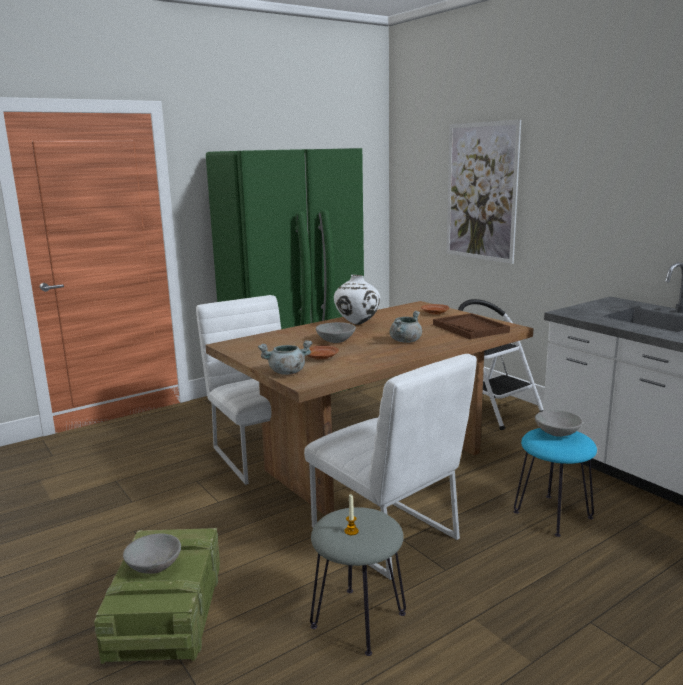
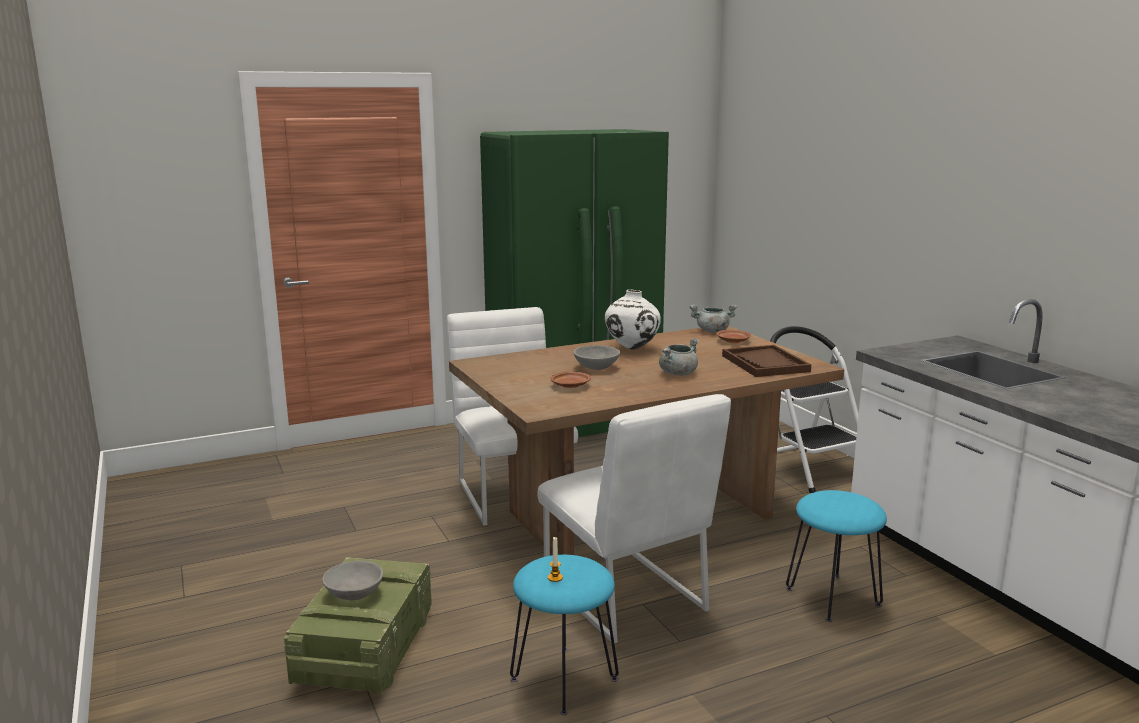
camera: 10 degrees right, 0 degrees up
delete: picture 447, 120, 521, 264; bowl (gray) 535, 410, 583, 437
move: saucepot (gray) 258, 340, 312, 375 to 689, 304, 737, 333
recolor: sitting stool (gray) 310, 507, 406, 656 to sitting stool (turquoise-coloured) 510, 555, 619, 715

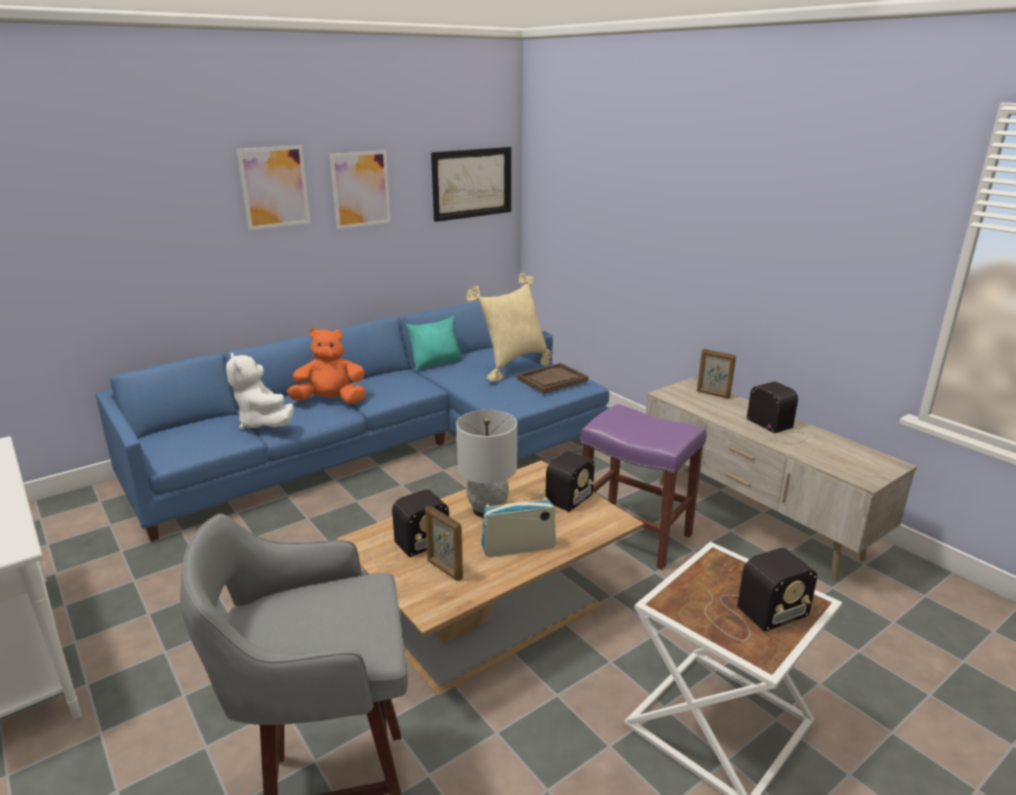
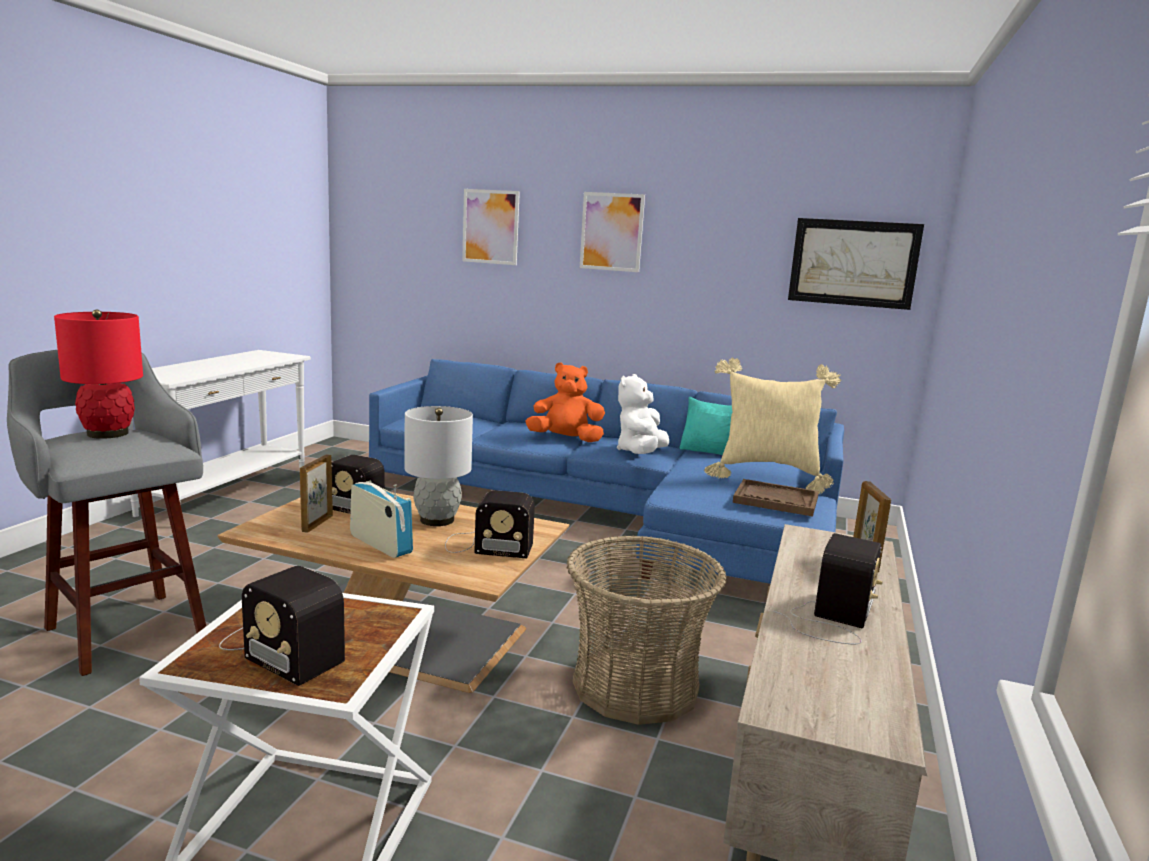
camera: 55 degrees right, 10 degrees down
insert: lamp for a table (red) 54, 310, 143, 439
move: picture 330, 150, 391, 229 to 462, 189, 520, 265; soft toy (whitish) 226, 352, 294, 430 to 617, 374, 669, 454
replace: sitting stool (purplish) 581, 404, 707, 570 to storage basket 567, 535, 727, 725
rotate: soft toy (orange) 287, 328, 366, 404 = 525, 363, 605, 442 45 degrees counterclockwise

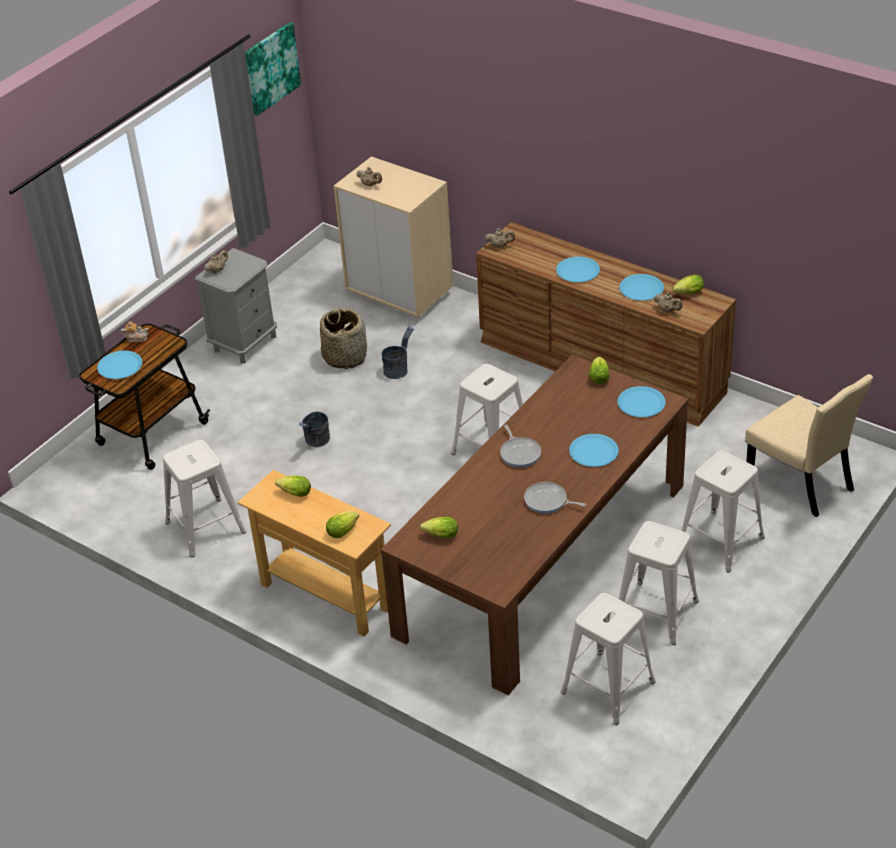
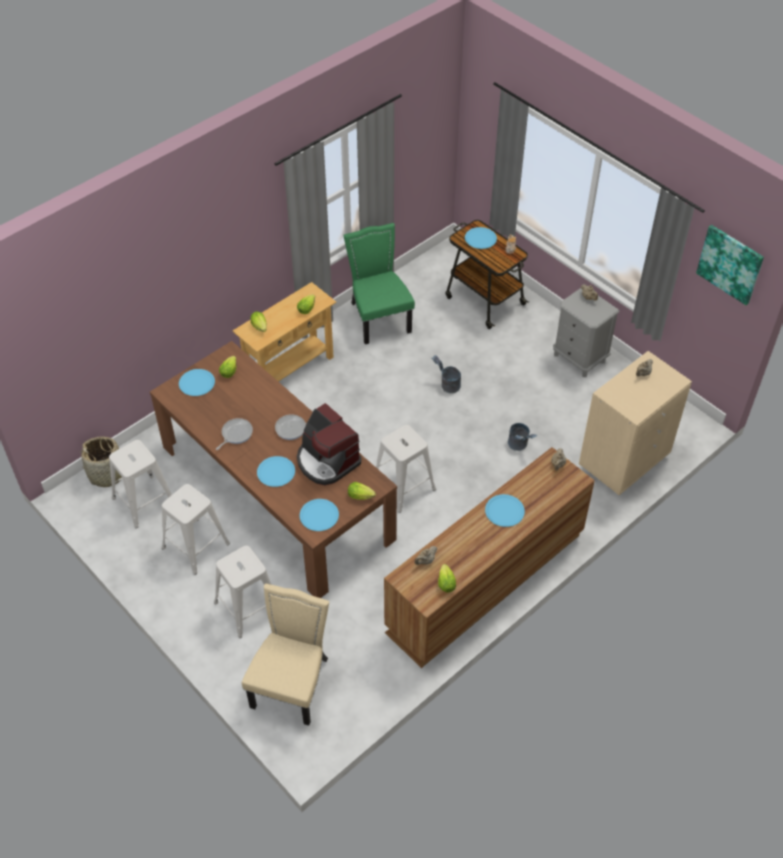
camera: 100 degrees right, 10 degrees up
insert: coffee brewer 297, 403, 361, 485
move: dinner plate (blue-coloured) 619, 274, 664, 301 to 179, 369, 215, 396; storage basket 320, 308, 367, 369 to 79, 436, 122, 487
replace: sitting stool (whitish) 163, 440, 246, 557 to upright chair (green) 343, 223, 415, 344
rotate: upright chair (beige-coloured) 745, 374, 873, 517 = 242, 584, 329, 726 135 degrees clockwise

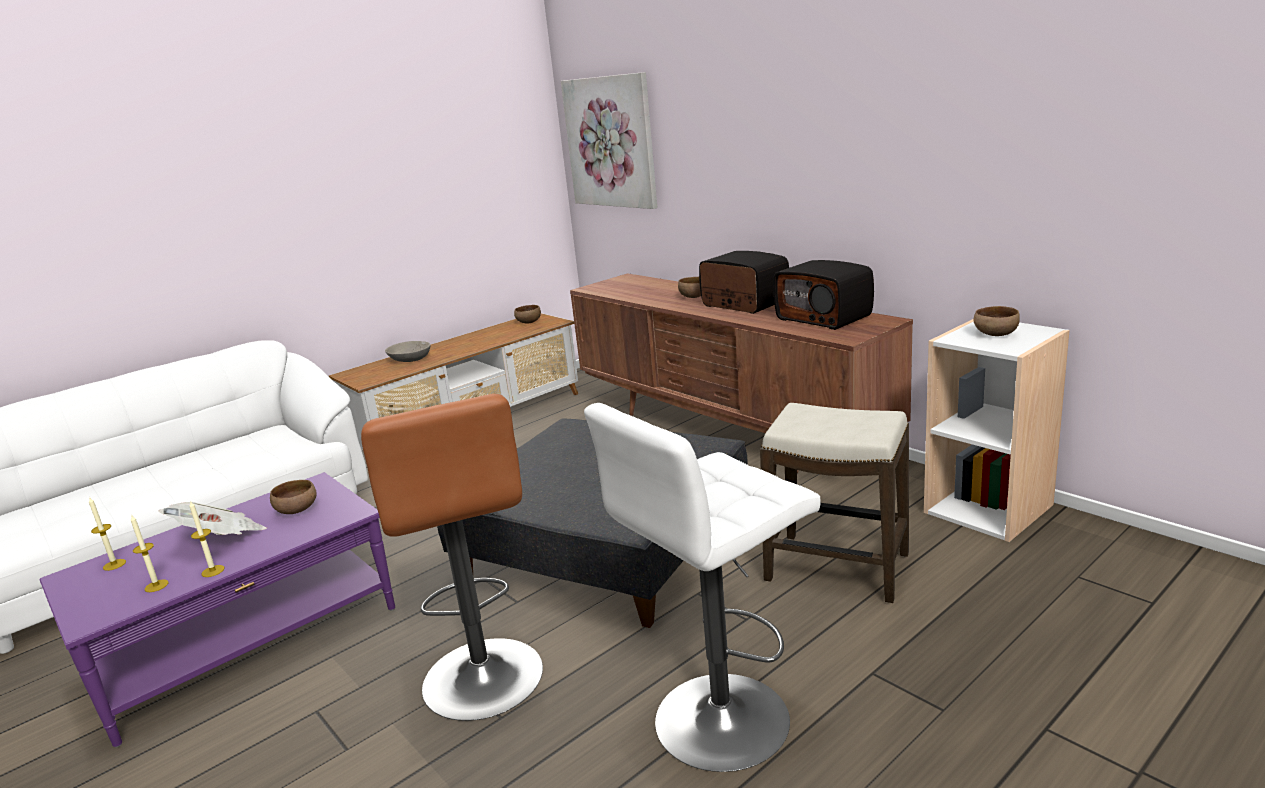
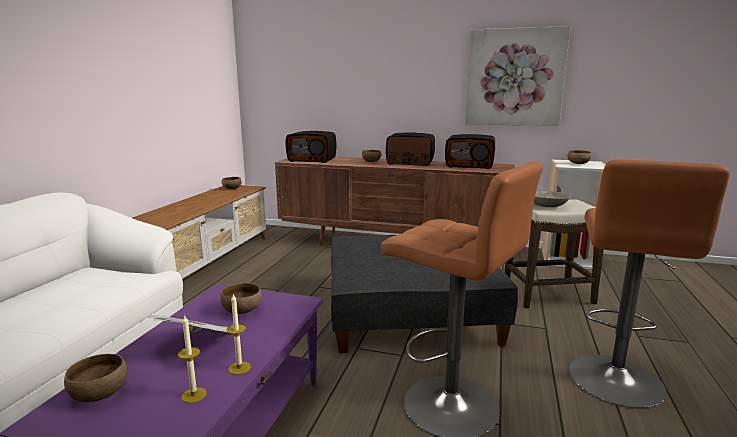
camera: 35 degrees left, 5 degrees down
insert: radio 286, 131, 337, 163
move: picture 561, 72, 658, 209 to 465, 26, 571, 126; bowl (gray) 385, 341, 430, 362 to 534, 191, 570, 207
replace: candle 89, 498, 126, 571 to bowl (brownish) 64, 354, 128, 402
recolor: sitting stool (whitish) 584, 403, 820, 772 to sitting stool (brownish) 569, 159, 730, 408

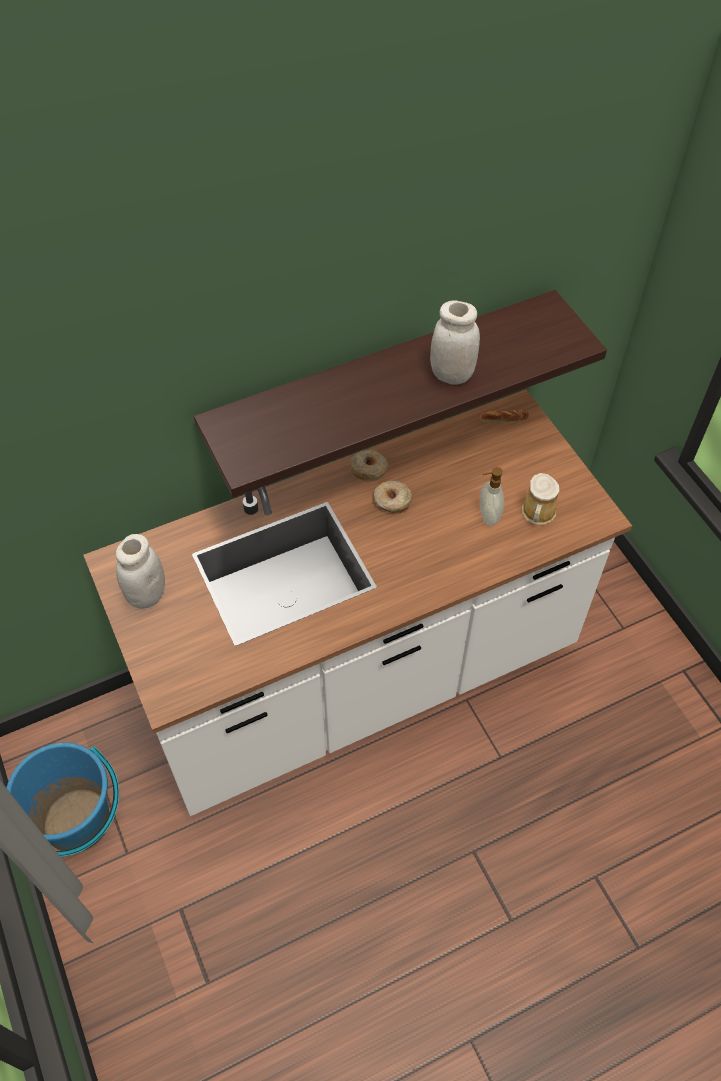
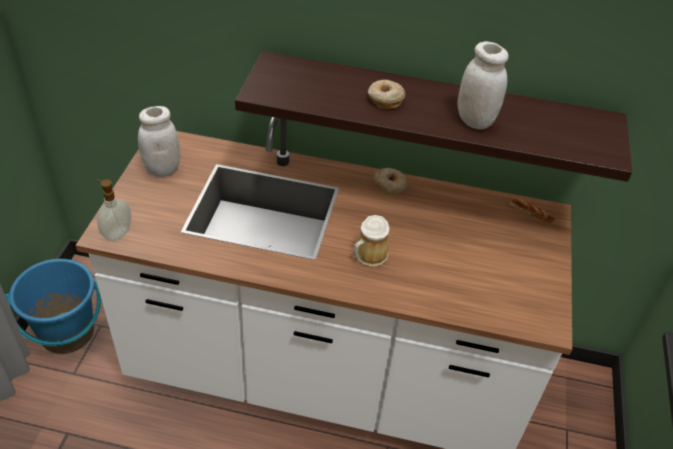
camera: 35 degrees right, 10 degrees down
move: liquid soap bottle 480, 467, 504, 526 to 96, 179, 131, 241; mug 522, 473, 559, 525 to 353, 215, 390, 267; donut 374, 481, 413, 514 to 368, 80, 405, 109

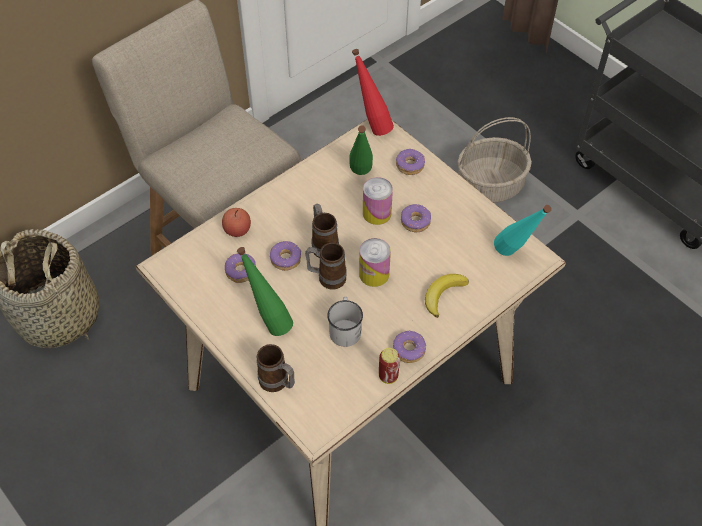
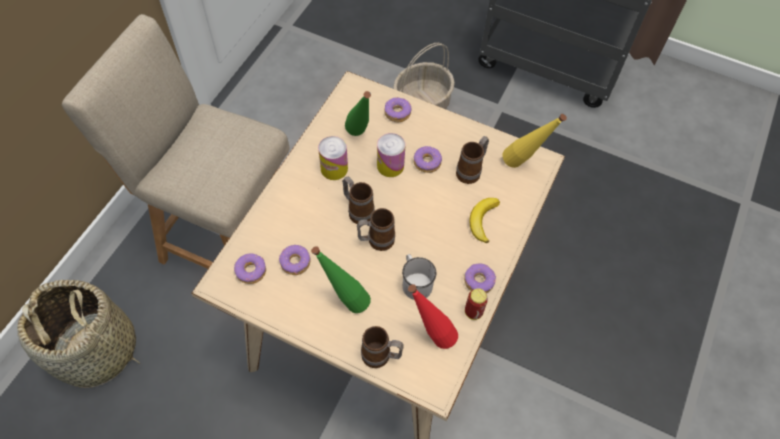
camera: 25 degrees left, 5 degrees up
delete: apple fruit 222, 208, 251, 237
insert: mug 456, 136, 489, 184
move: drink bottle (red) 352, 49, 394, 136 to 408, 284, 458, 349; sealed can 359, 238, 391, 287 to 318, 136, 348, 180; donut 270, 241, 301, 271 to 234, 253, 266, 284
recolor: drink bottle (turquoise-coloured) 494, 205, 552, 256 to drink bottle (yellowish) 503, 114, 567, 168

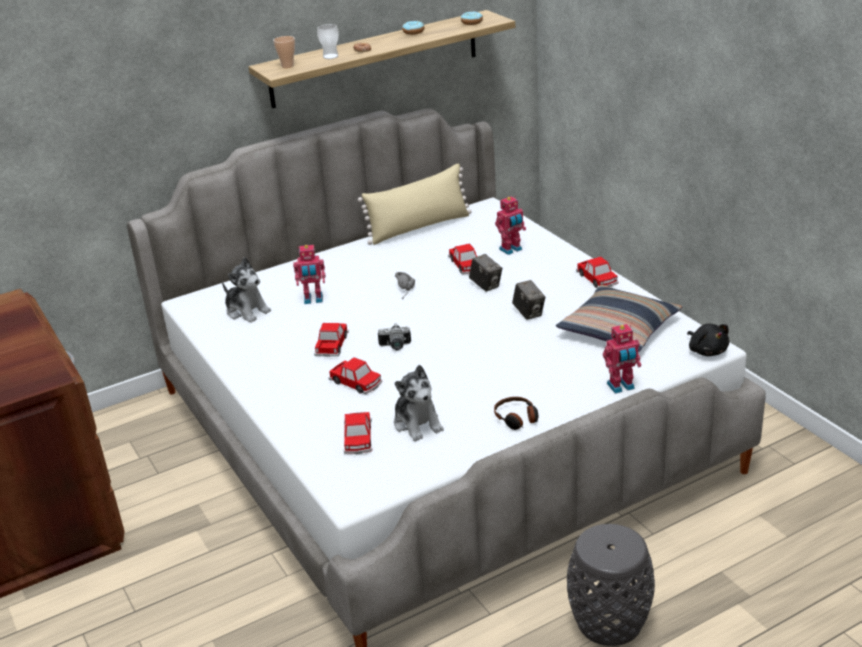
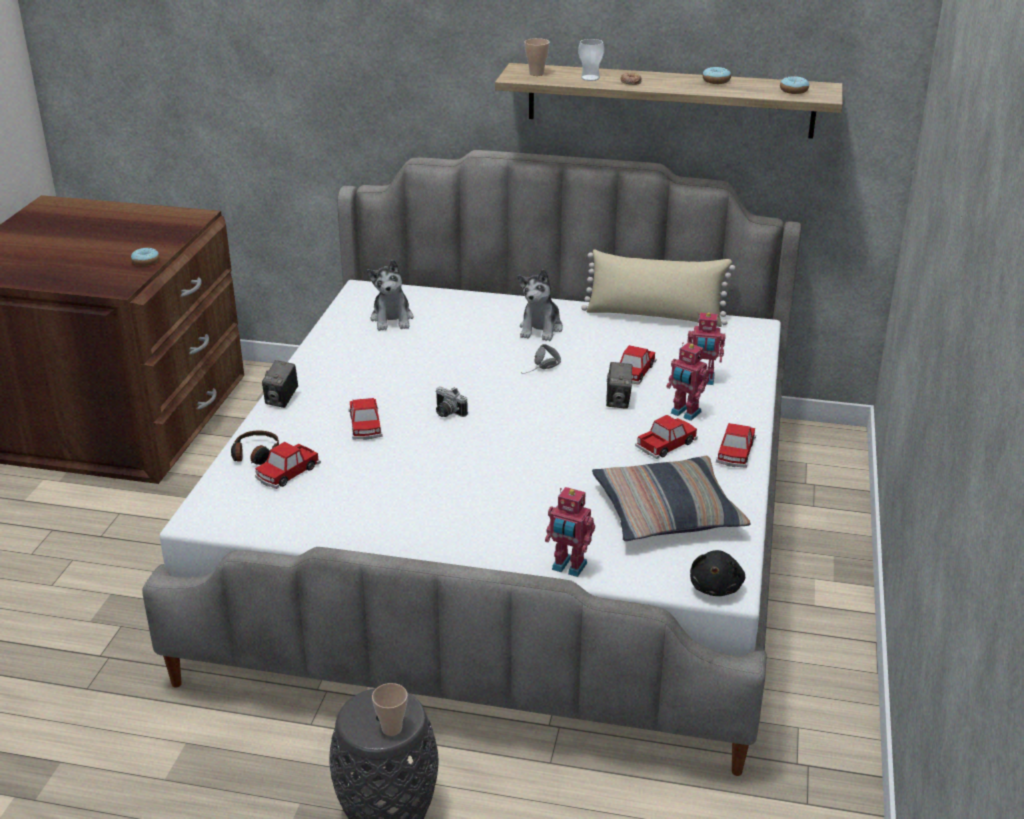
camera: 40 degrees right, 0 degrees up
insert: donut 131, 248, 159, 266; small cup 372, 683, 408, 736
move: toy robot 293, 245, 325, 304 to 666, 343, 709, 421; still camera 512, 280, 545, 320 to 262, 360, 298, 408; toy car 314, 323, 349, 357 to 635, 415, 698, 459; soft toy 394, 365, 444, 441 to 518, 269, 563, 341; headphones 494, 397, 538, 430 to 231, 431, 279, 465

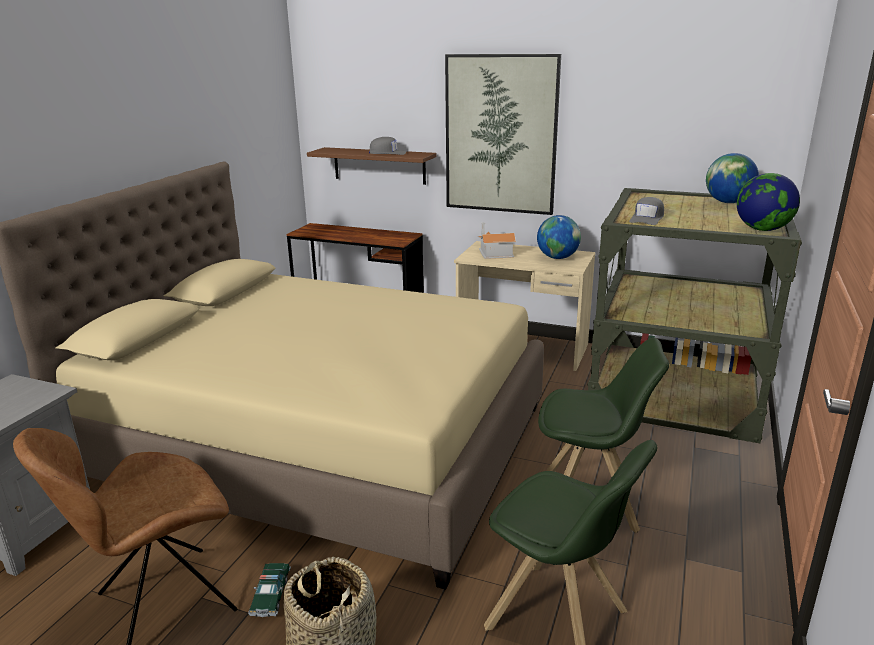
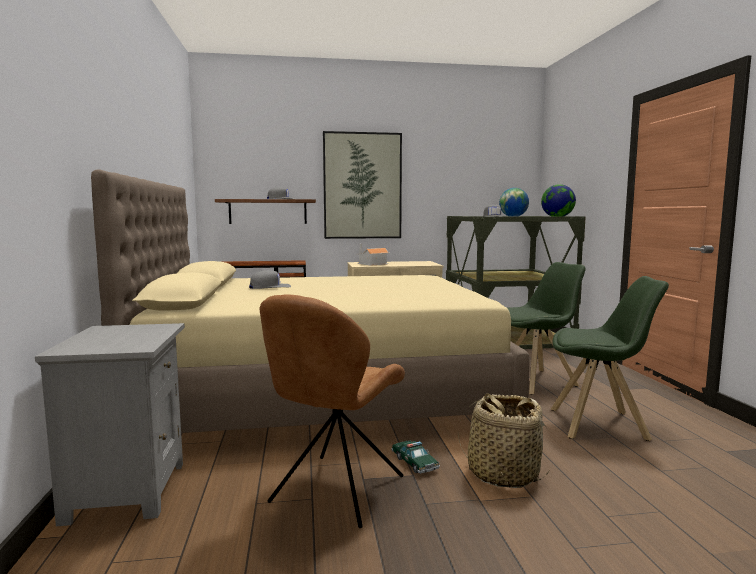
camera: 30 degrees left, 15 degrees down
delete: globe 537, 215, 581, 259
insert: peaked cap (gray) 249, 270, 291, 289

